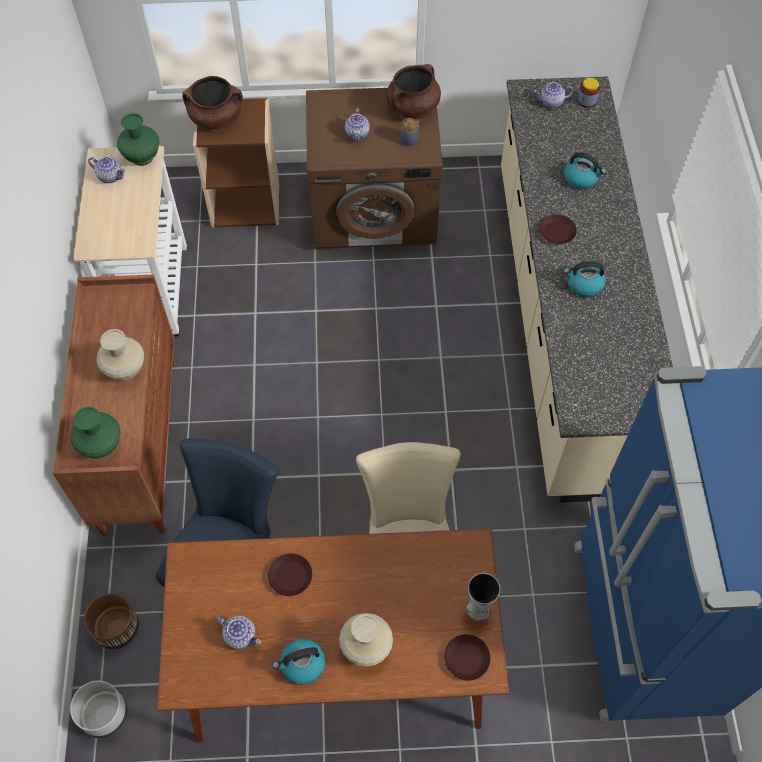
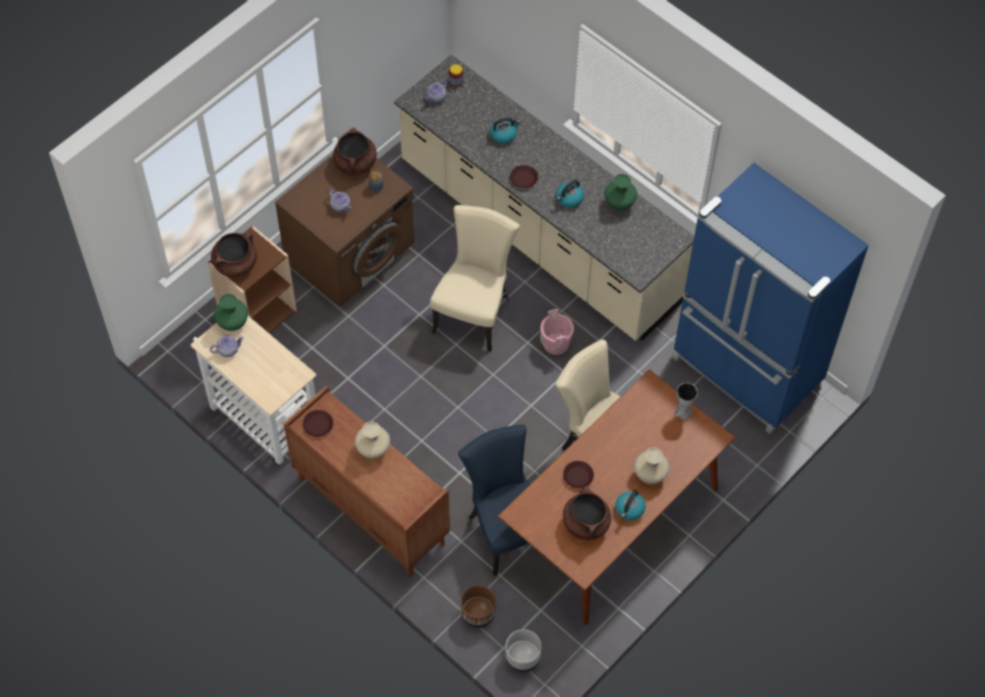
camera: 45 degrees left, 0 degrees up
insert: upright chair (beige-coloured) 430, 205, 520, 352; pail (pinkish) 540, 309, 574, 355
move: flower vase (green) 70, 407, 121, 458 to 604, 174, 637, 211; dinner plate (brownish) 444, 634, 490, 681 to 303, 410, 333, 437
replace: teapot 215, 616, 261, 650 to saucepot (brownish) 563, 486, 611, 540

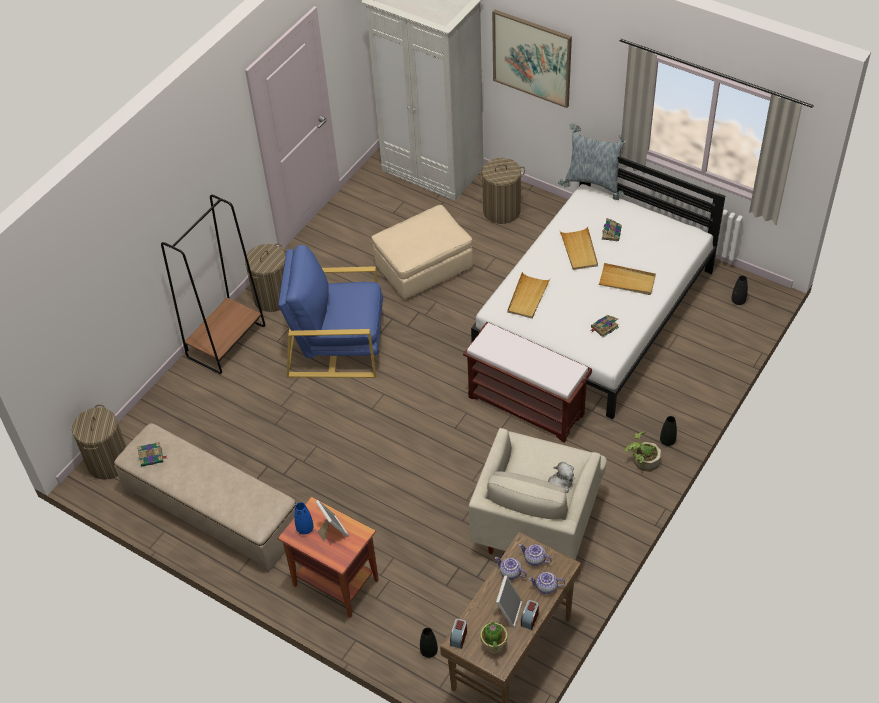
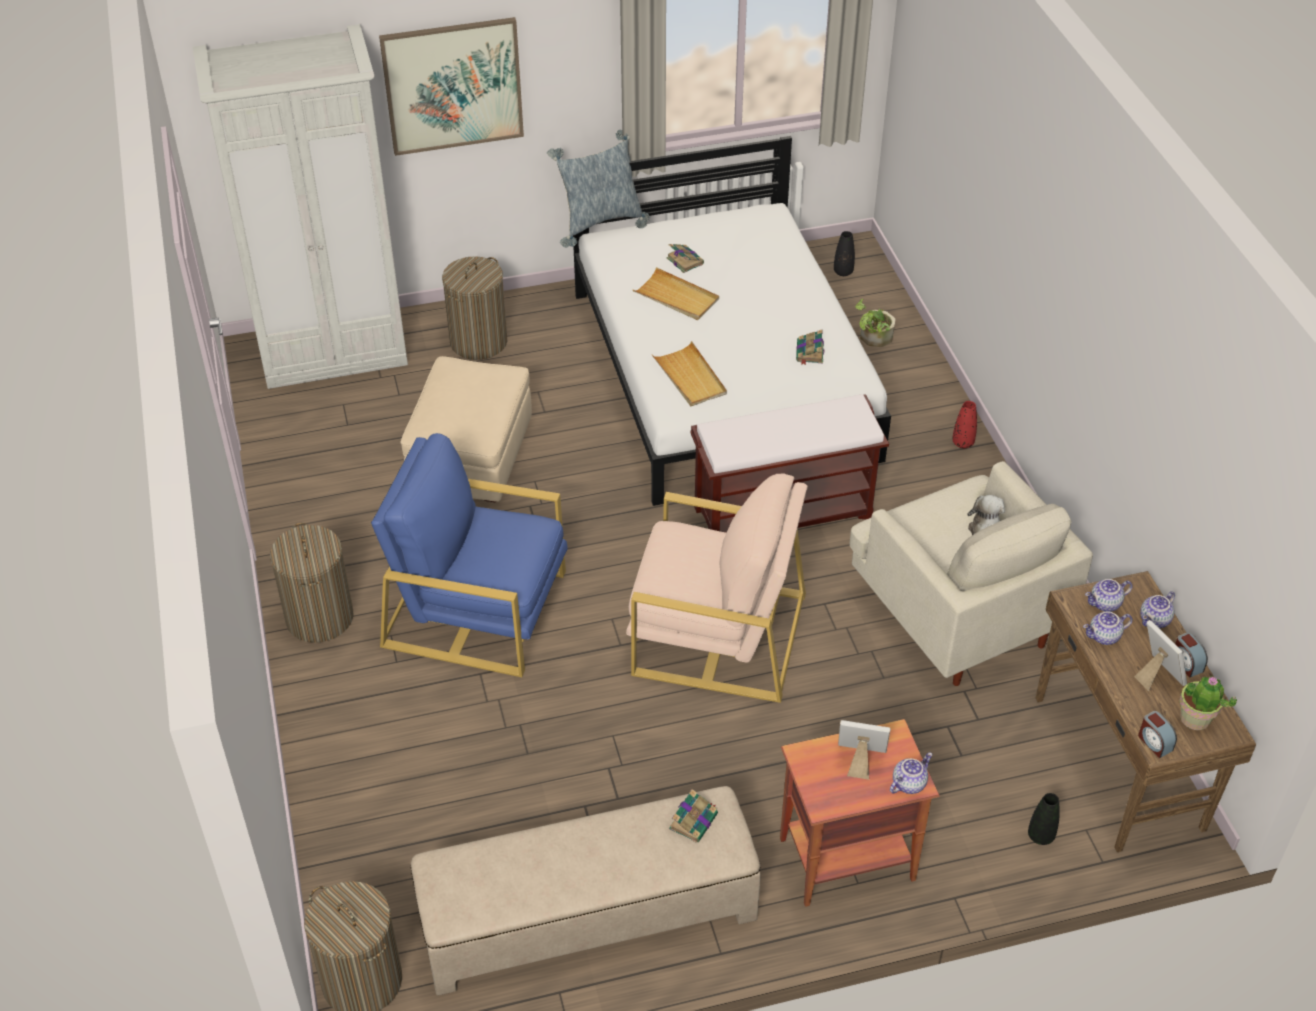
camera: 50 degrees left, 5 degrees down
delete: clothes rack 161, 195, 265, 374; serving tray (beige-coloured) 598, 263, 656, 295; flower vase (blue-coloured) 294, 502, 314, 535
insert: lounge chair (beige-coloured) 626, 473, 808, 703; teapot 890, 753, 933, 794
move: houseplant 625, 432, 661, 472 to 855, 299, 895, 347; book 137, 442, 167, 467 to 669, 789, 718, 843
recolor: flower vase (black-coloured) 660, 416, 677, 446 to flower vase (red) 952, 401, 977, 448
rotate: lounge chair (blue-coloured) 278, 245, 383, 378 = 371, 433, 568, 677 60 degrees clockwise

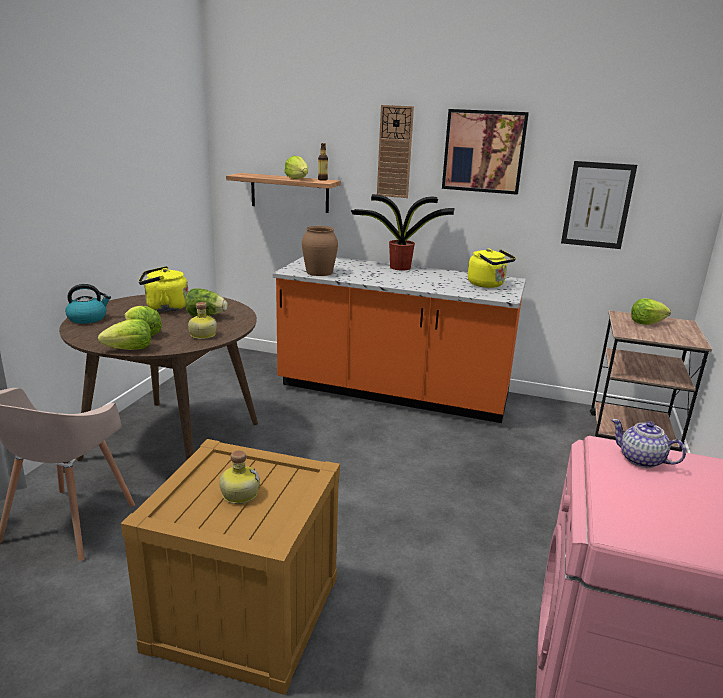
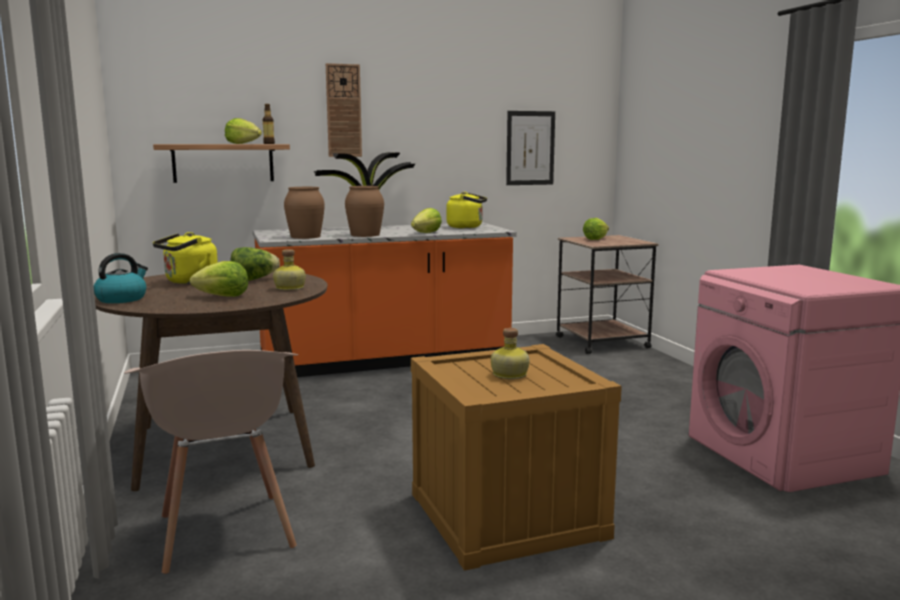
camera: 35 degrees left, 10 degrees down
delete: picture 442, 109, 529, 195; teapot 611, 419, 686, 468
insert: flower vase (brownish) 345, 186, 384, 237
move: head of lettuce 98, 319, 151, 350 to 411, 208, 442, 233

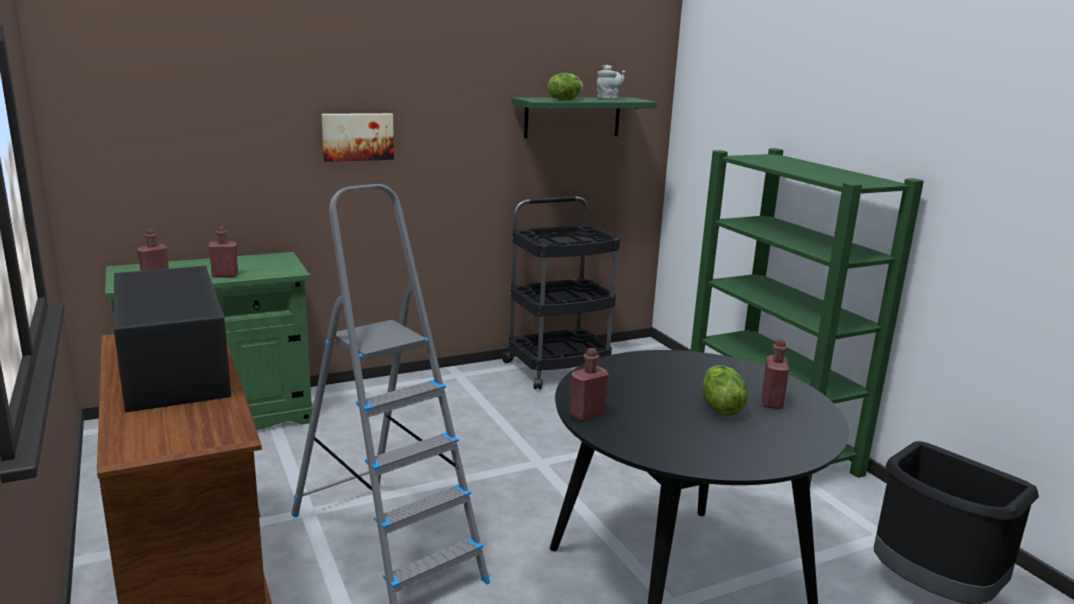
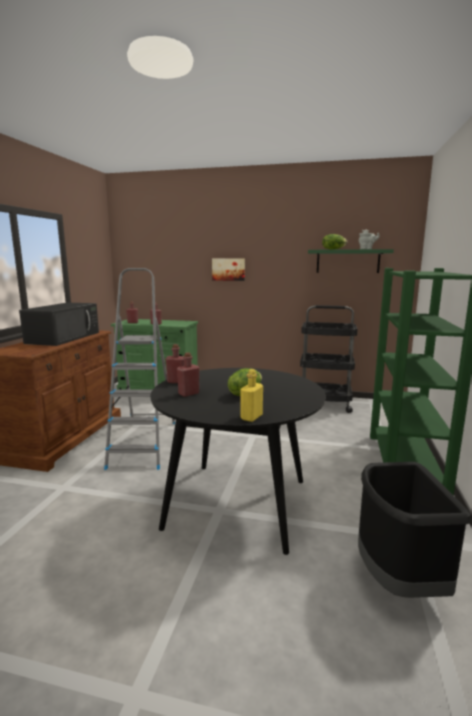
camera: 40 degrees right, 5 degrees down
insert: drink bottle (yellowish) 240, 369, 263, 422
move: drink bottle (red) 762, 339, 789, 409 to 177, 352, 199, 397

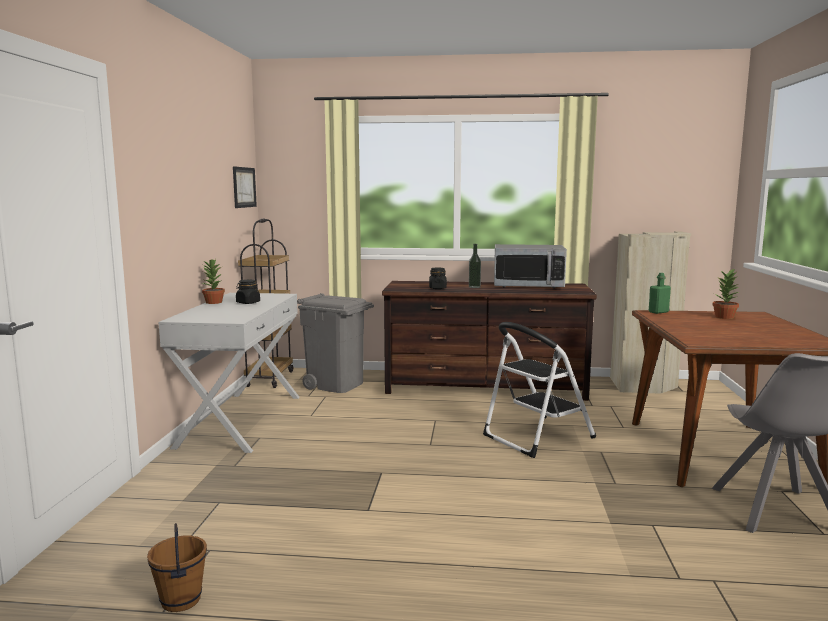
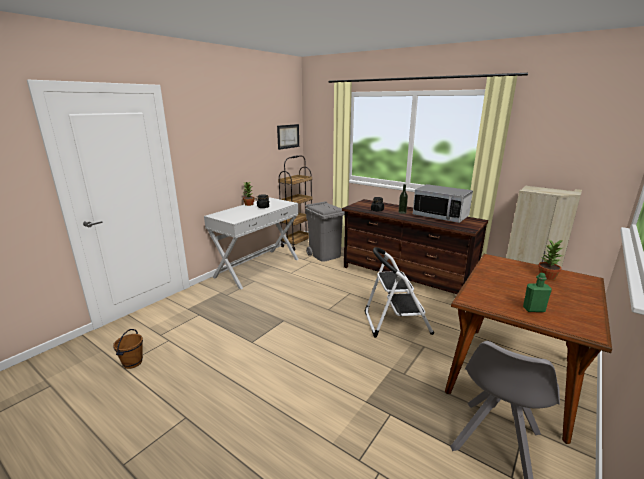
camera: 30 degrees right, 10 degrees up
move: drink bottle (green) 649, 273, 671, 314 to 523, 273, 552, 312

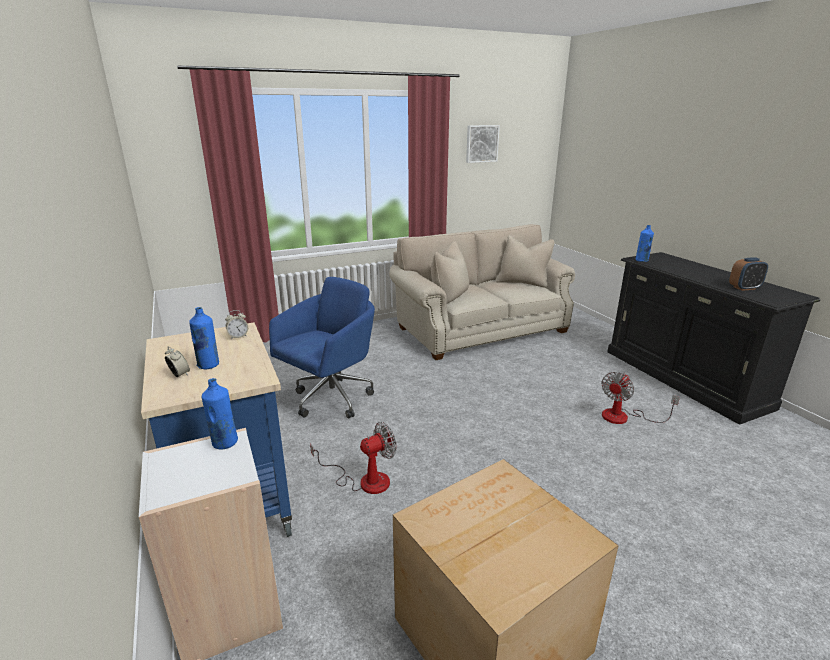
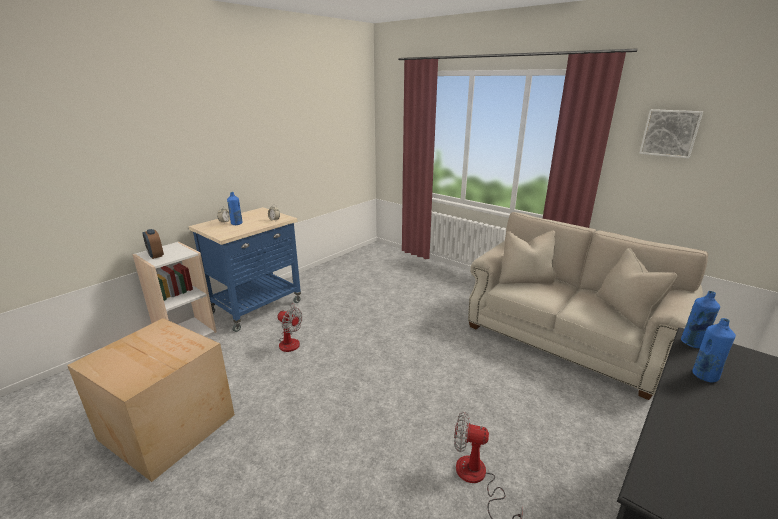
camera: 65 degrees right, 0 degrees up
delete: computer chair (blue-coloured) 269, 277, 375, 418
move: bedside clock 729, 257, 768, 291 to 142, 229, 164, 259; drink bottle (blue-coloured) 202, 378, 238, 450 to 692, 318, 736, 382

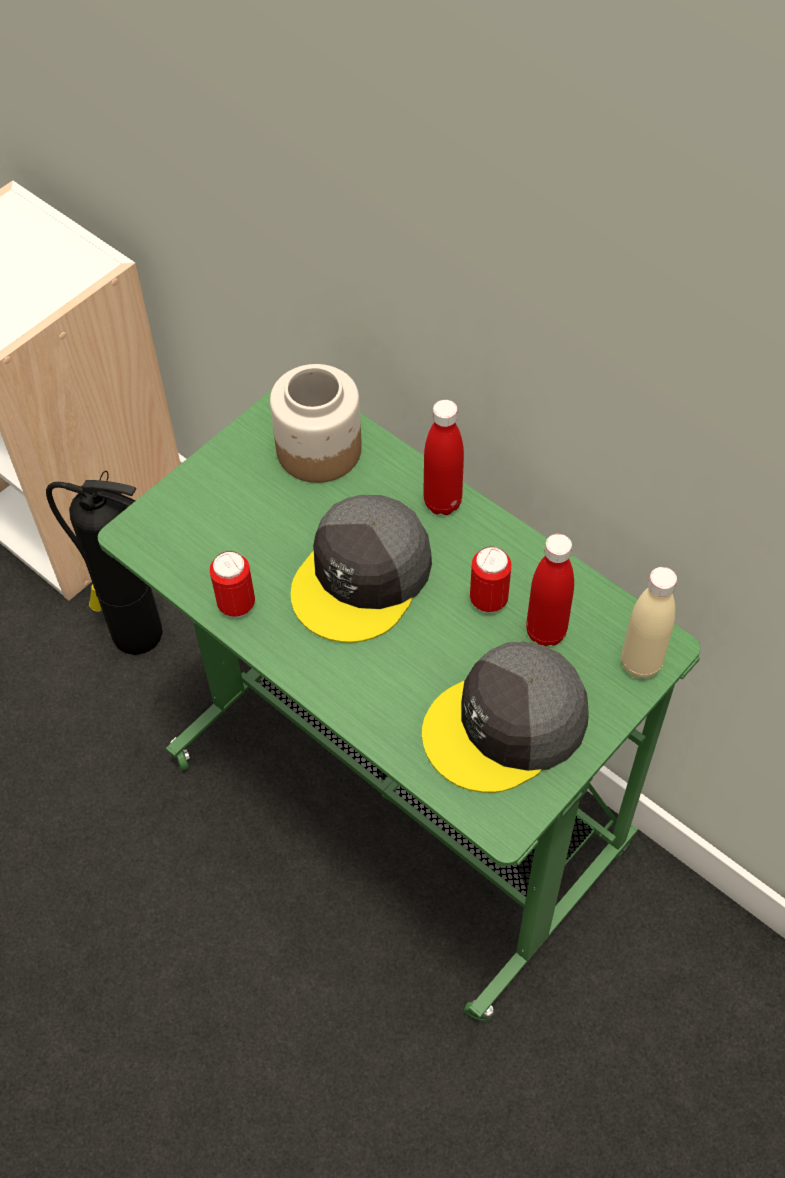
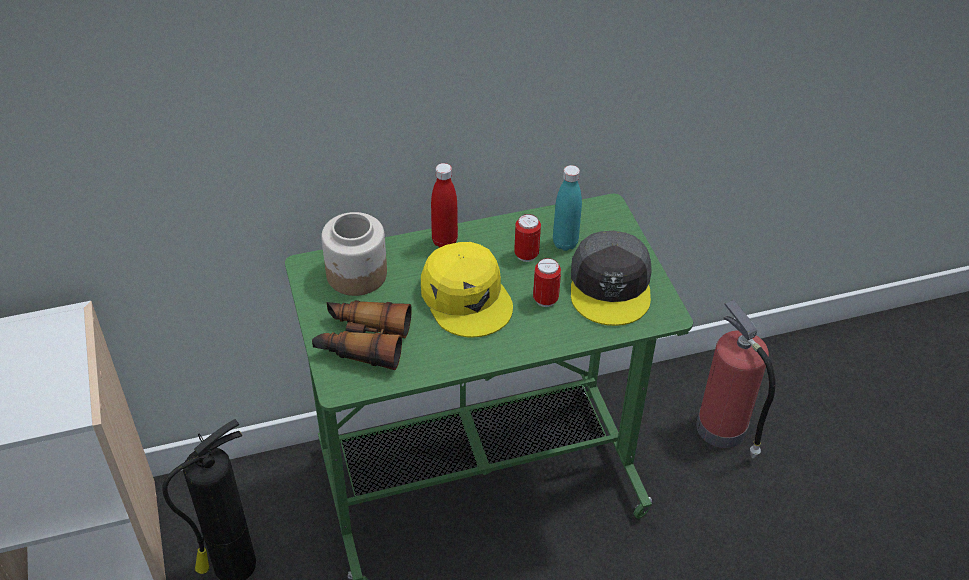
camera: 60 degrees left, 10 degrees down
delete: drink bottle (beige-coloured) 621, 567, 677, 679
insert: pair of binoculars 312, 300, 412, 370; fire extinguisher 696, 300, 775, 458
move: sealed can 210, 551, 255, 618 to 533, 258, 561, 307
recolor: peaked cap (gray) 291, 495, 432, 643 to peaked cap (yellowish) 421, 242, 513, 338; drink bottle (red) 526, 534, 574, 647 to drink bottle (turquoise-coloured) 553, 165, 582, 251

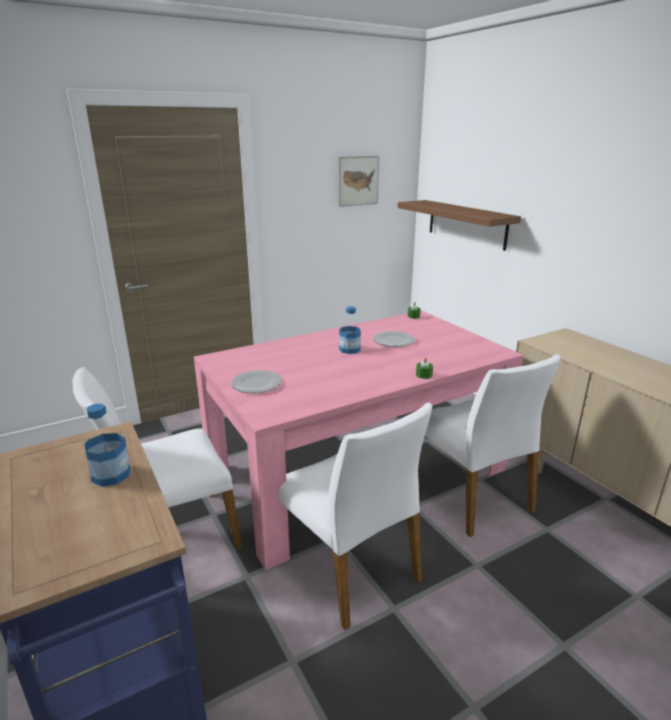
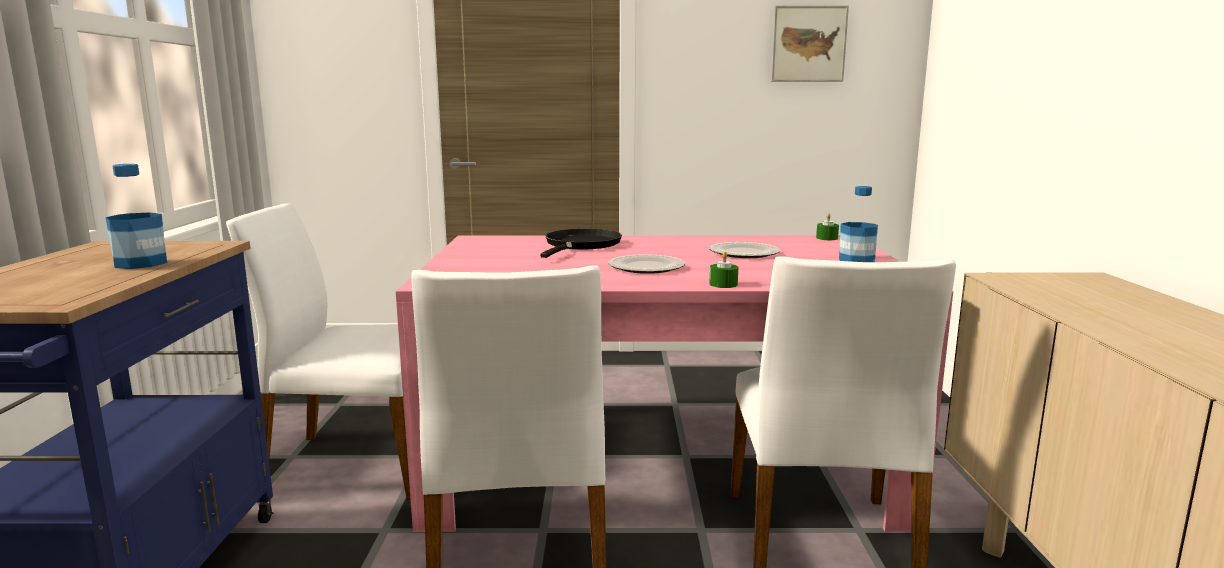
camera: 30 degrees right, 10 degrees down
delete: shelf (brownish) 398, 200, 521, 251
insert: skillet (black-coloured) 540, 229, 622, 258
move: drink bottle 339, 306, 361, 354 to 839, 186, 878, 262; dinner plate 231, 370, 282, 393 to 608, 254, 685, 274

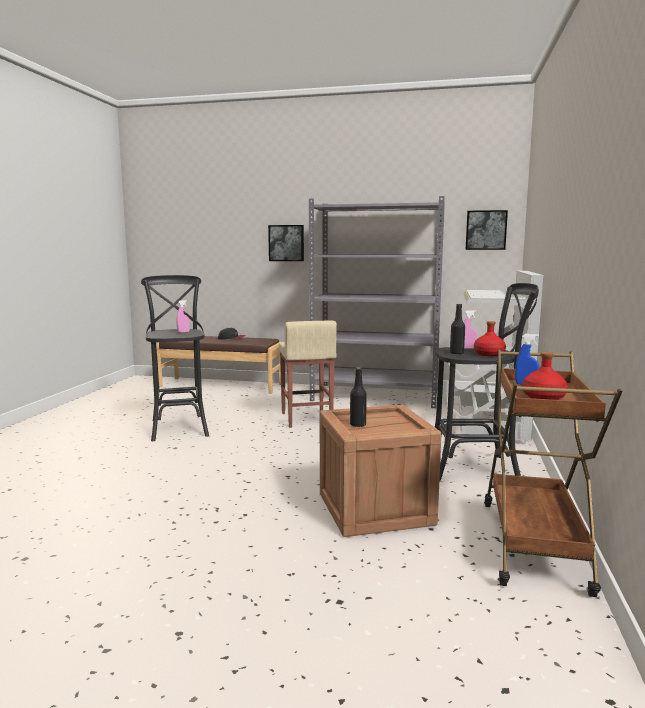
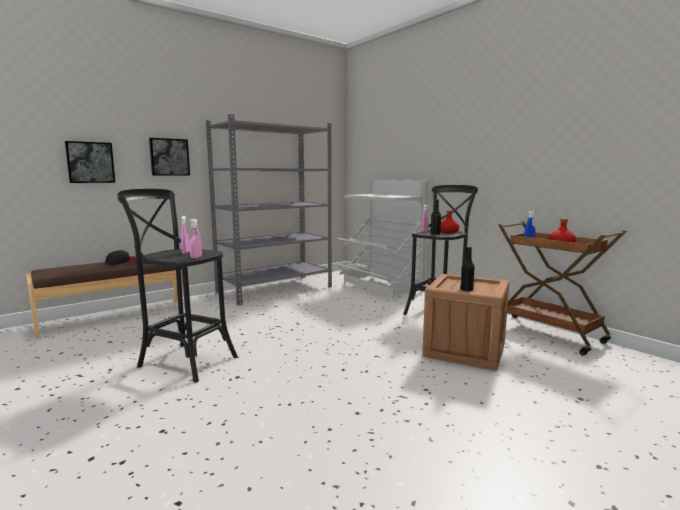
camera: 50 degrees left, 0 degrees up
delete: sitting stool (beige-coloured) 279, 321, 337, 428
insert: hand sprayer (pinkish) 189, 219, 202, 259
move: picture 466, 210, 508, 250 to 65, 141, 115, 183

